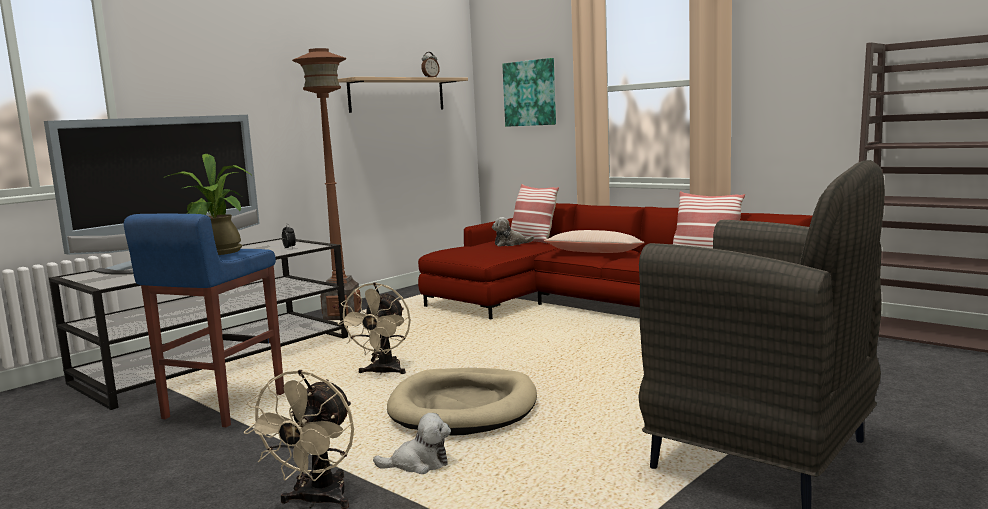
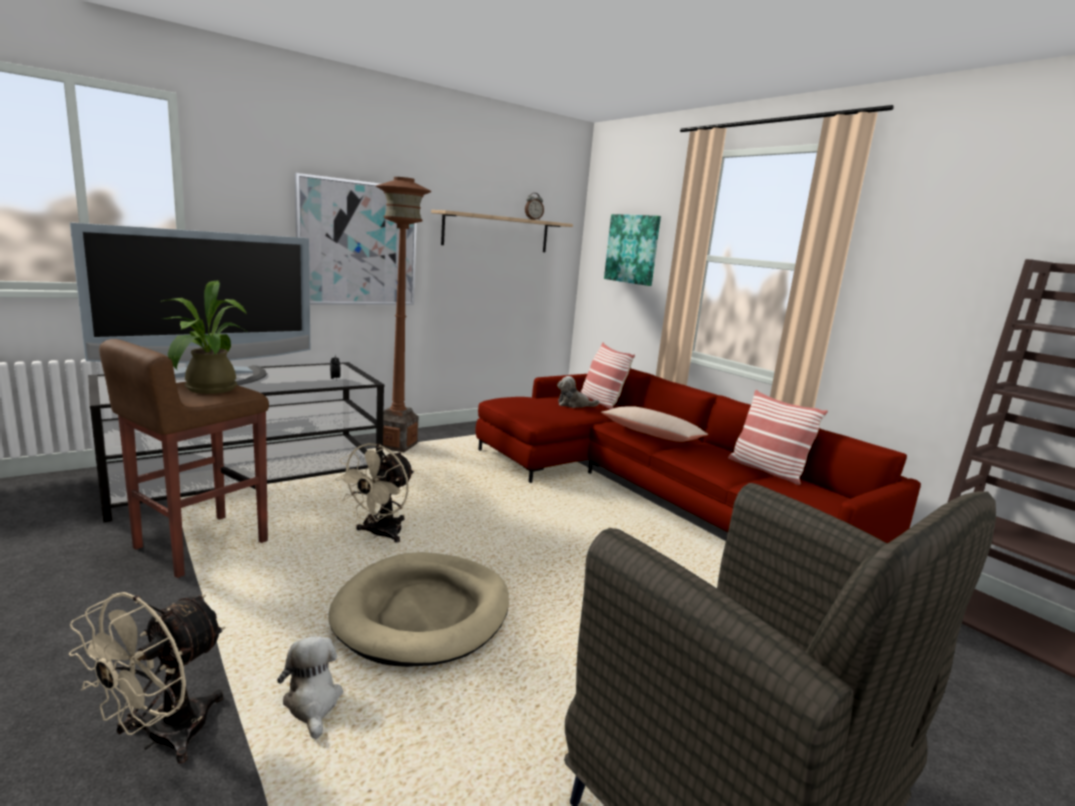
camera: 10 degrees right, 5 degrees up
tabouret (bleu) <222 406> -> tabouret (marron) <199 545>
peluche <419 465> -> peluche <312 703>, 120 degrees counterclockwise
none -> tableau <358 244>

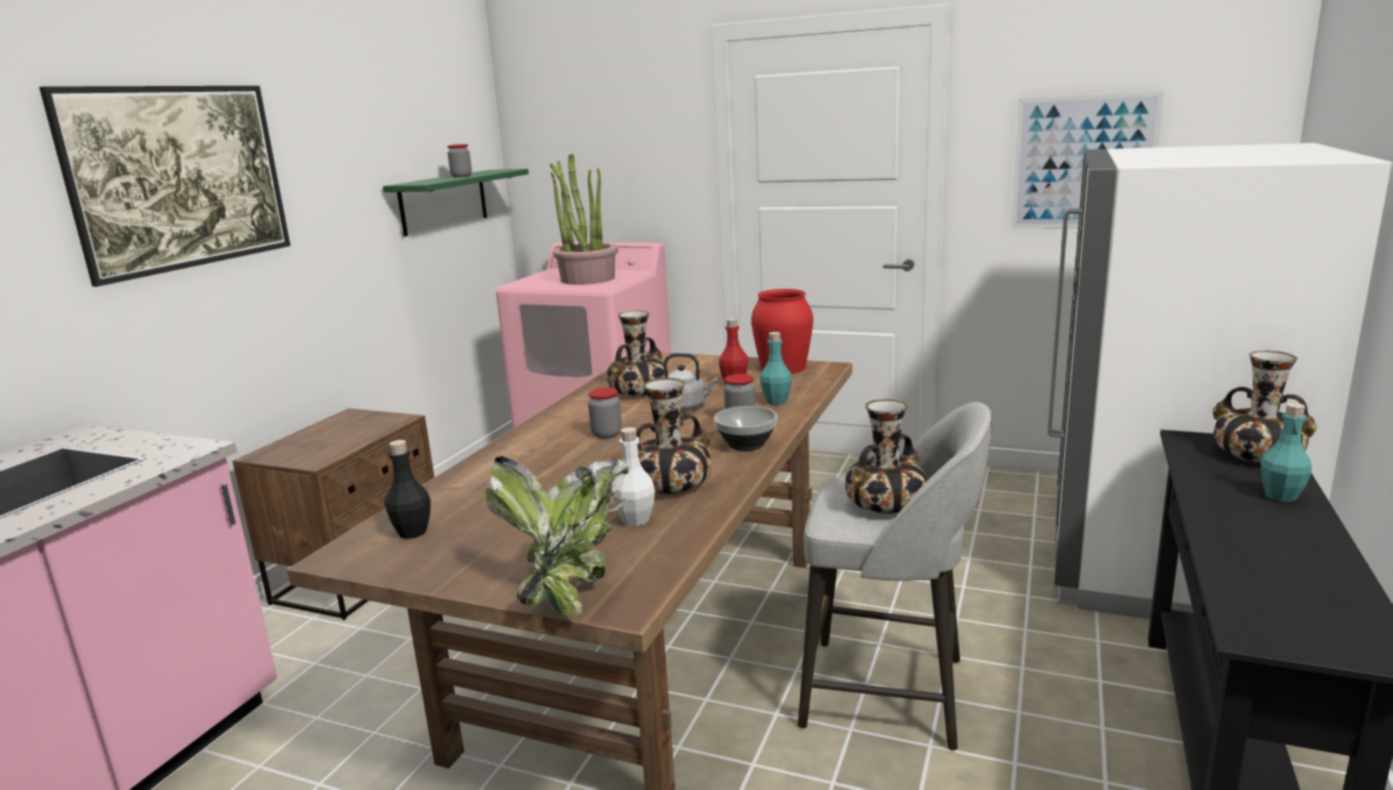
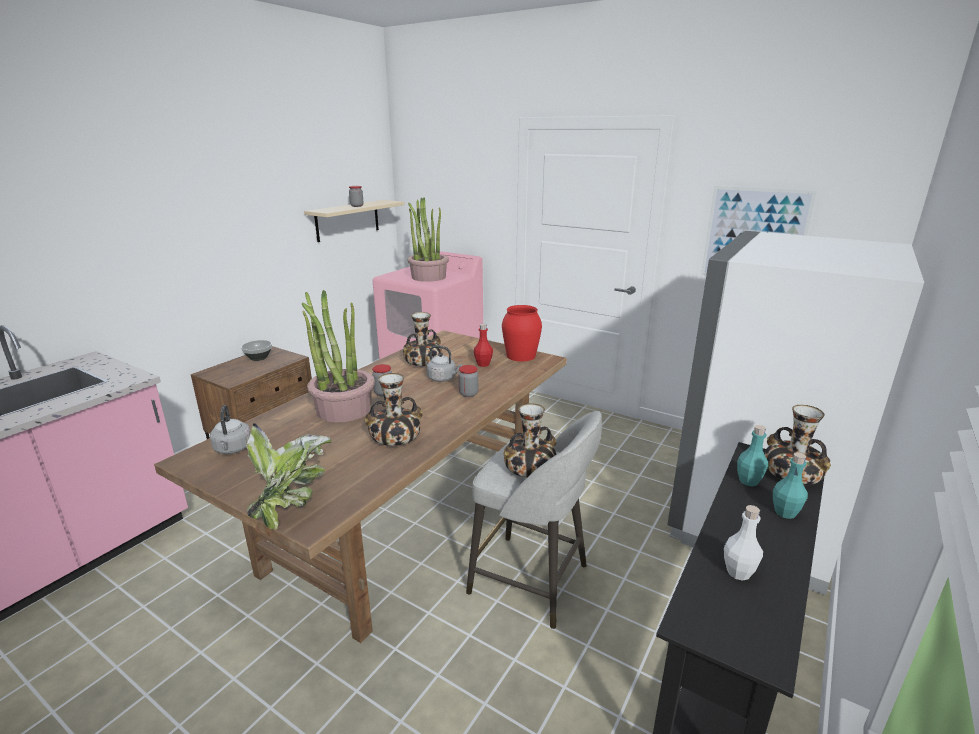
camera: 10 degrees right, 5 degrees up
tableau <190 221> -> none
étagère (vert) <444 202> -> étagère (beige) <347 220>
bouteille (noir) <412 532> -> bouilloire (gris) <233 449>
bouteille (blanc) <635 520> -> bouteille (blanc) <738 572>, relocated
bol <747 444> -> bol <259 358>, relocated
bouteille (turquoise) <776 401> -> bouteille (turquoise) <748 481>, relocated
none -> plante en pot <343 409>

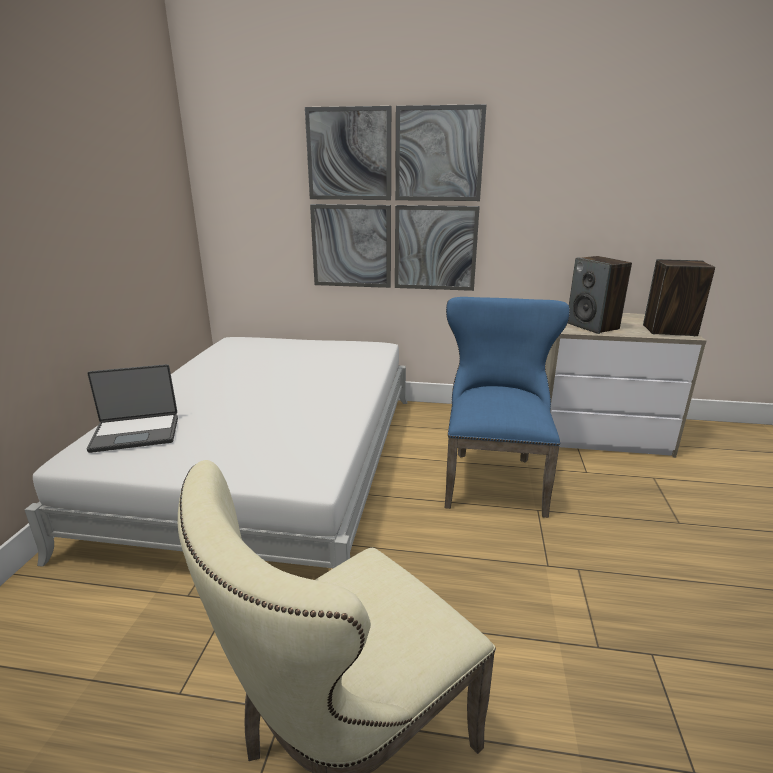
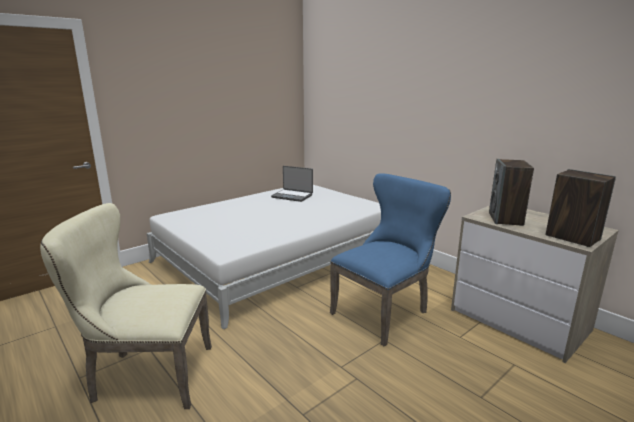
camera: 40 degrees right, 5 degrees down
ordinateur portable <136 433> -> ordinateur portable <292 196>, relocated
tableau <393 202> -> none

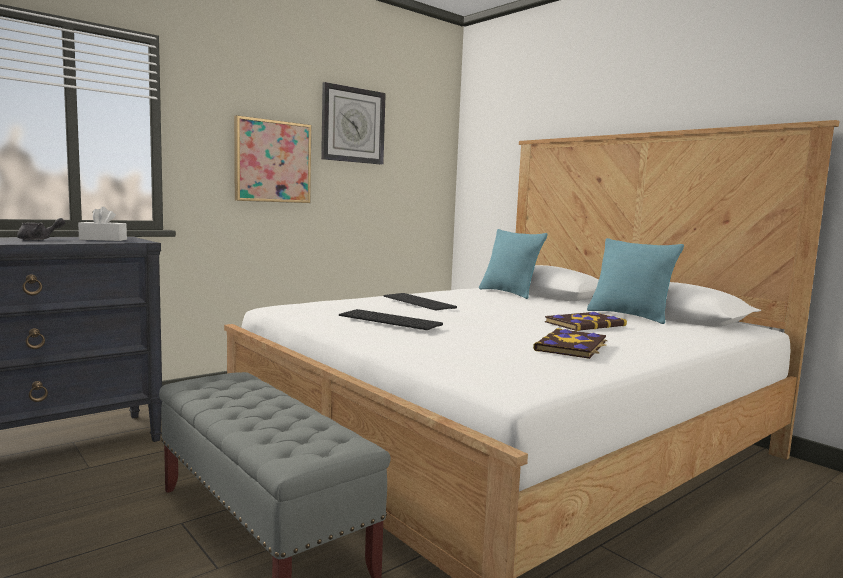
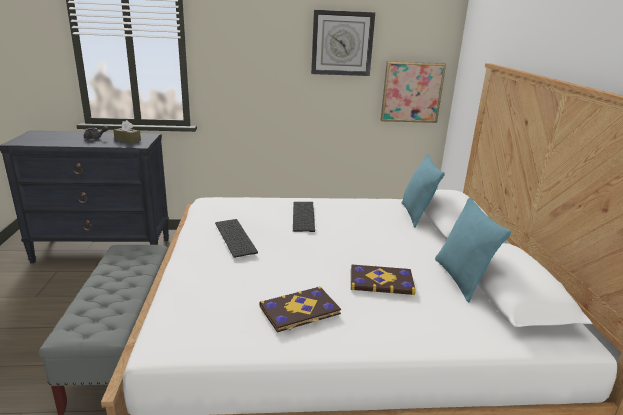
camera: 35 degrees right, 15 degrees up
boîte à mouchoirs (blanc) <103 239> -> boîte à mouchoirs (marron) <127 140>
tableau <272 161> -> tableau <411 92>, relocated

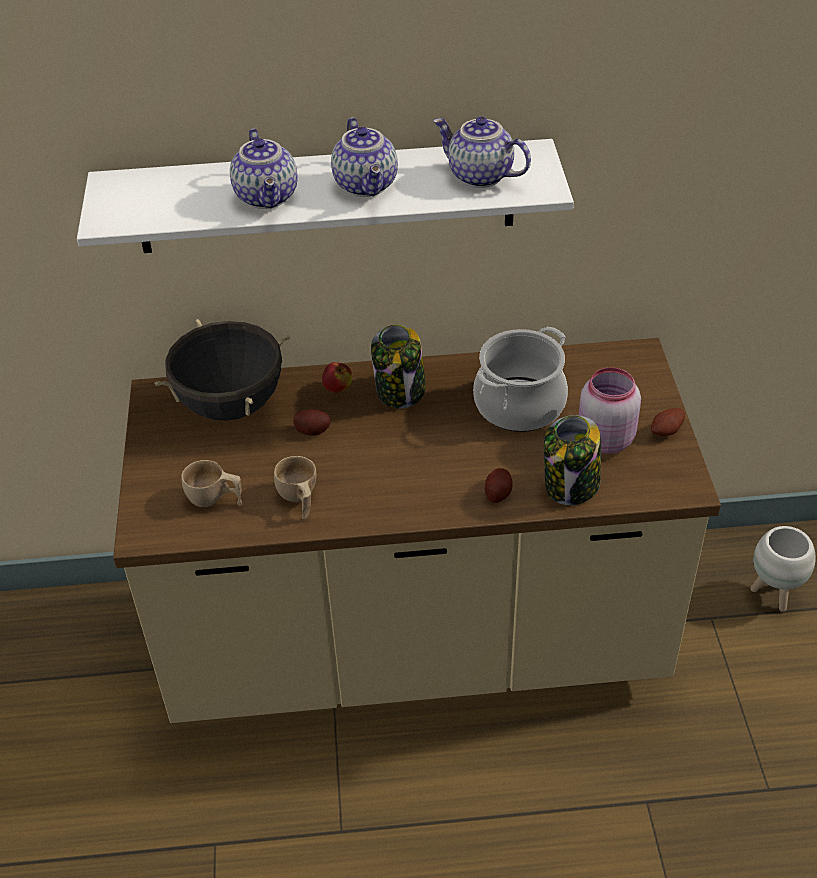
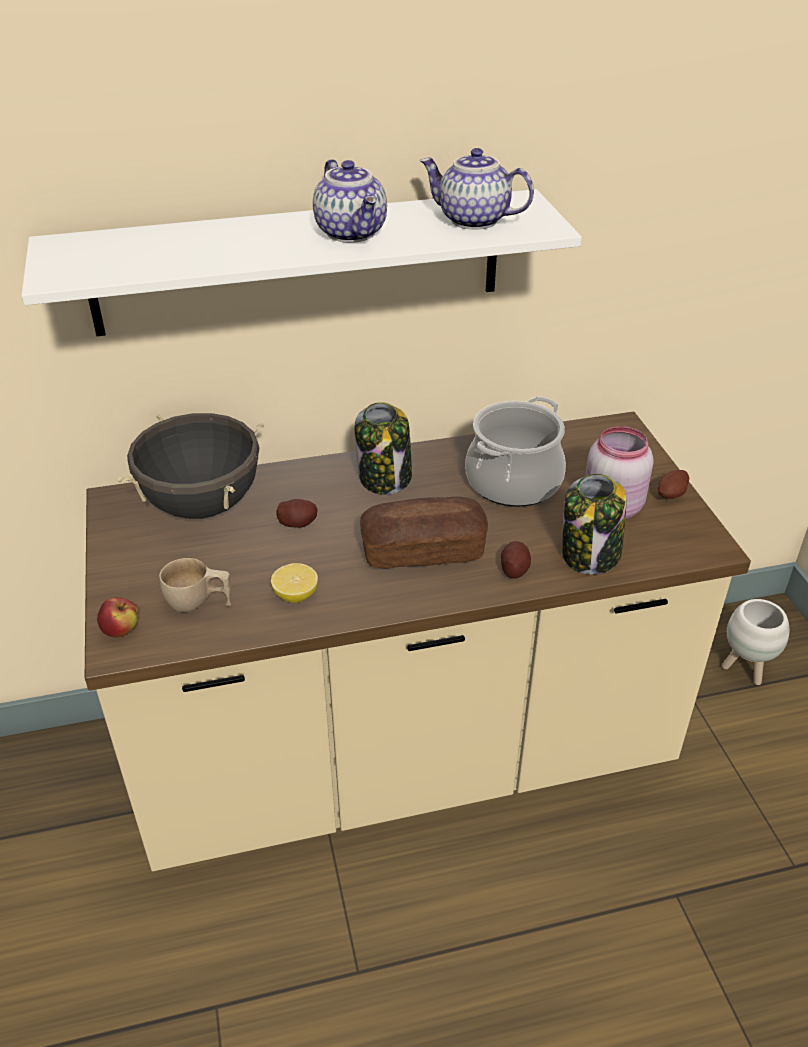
camera: 10 degrees left, 5 degrees down
théière <268 197> -> none
tasse (beige) <299 500> -> citron <295 595>
pomme <338 388> -> pomme <121 631>, relocated
none -> pain <423 551>

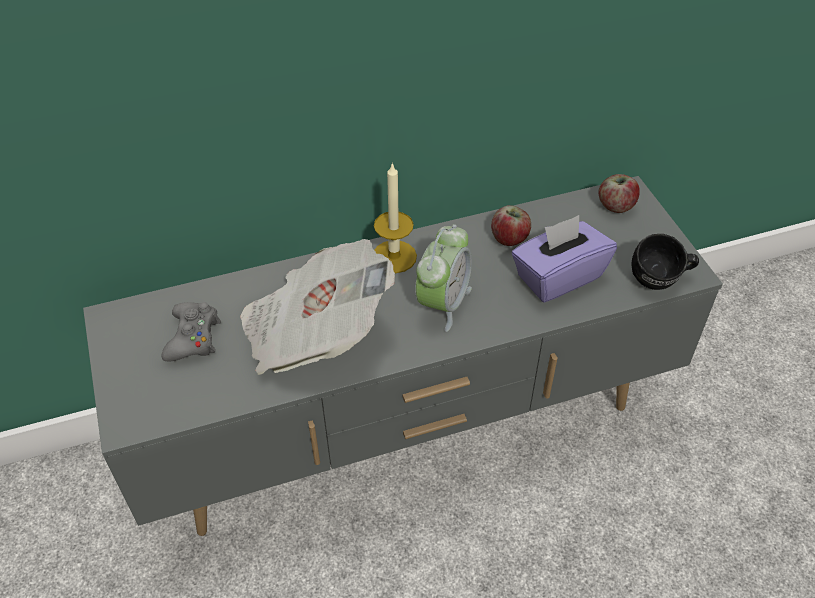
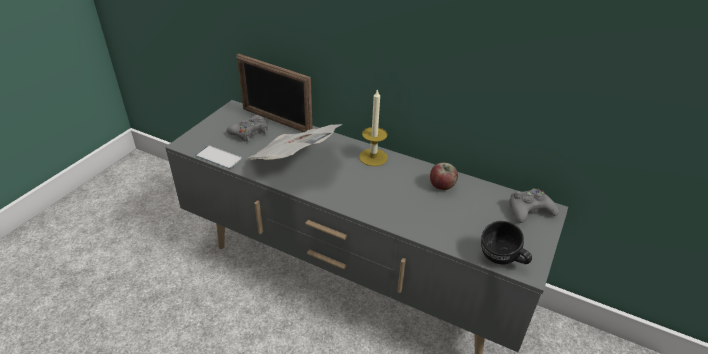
camera: 45 degrees right, 10 degrees down
réveil <443 303> -> none
boîte à mouchoirs (violet) <558 276> -> none
pomme <616 206> -> manette (gris) <529 210>
none -> téléphone <219 157>
none -> cadre photo <276 121>

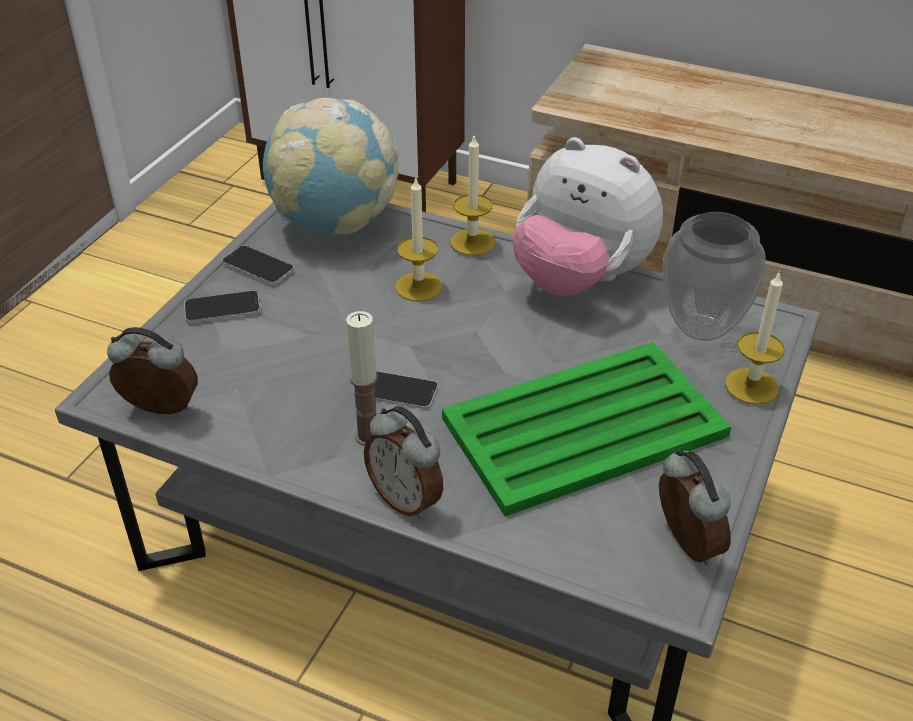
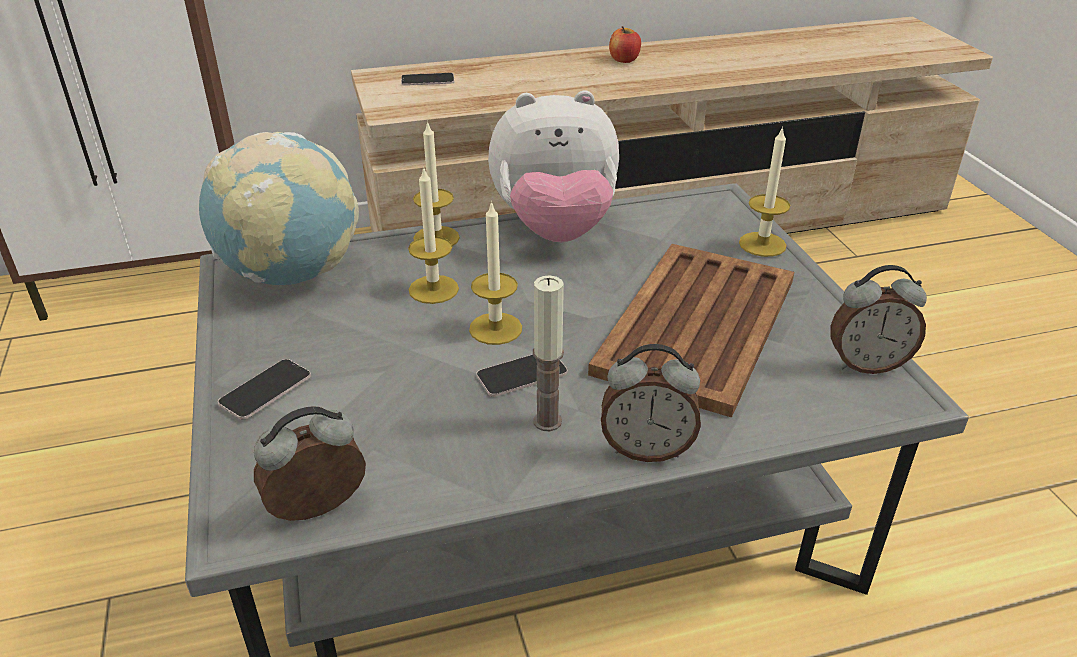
camera: 40 degrees left, 5 degrees down
téléphone <258 266> -> téléphone <427 80>, relocated
plateau (vert) <581 428> -> plateau (marron) <695 326>
réveil <684 545> -> réveil <866 364>, 150 degrees clockwise
vase <703 328> -> none
none -> bougie <495 328>
none -> pomme <624 60>

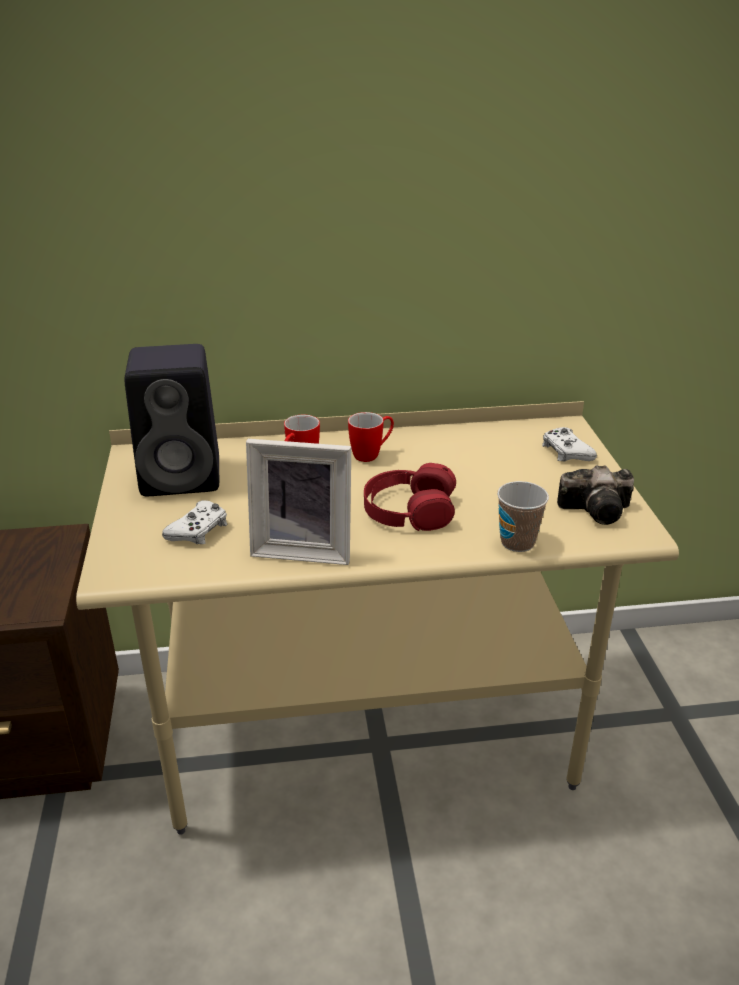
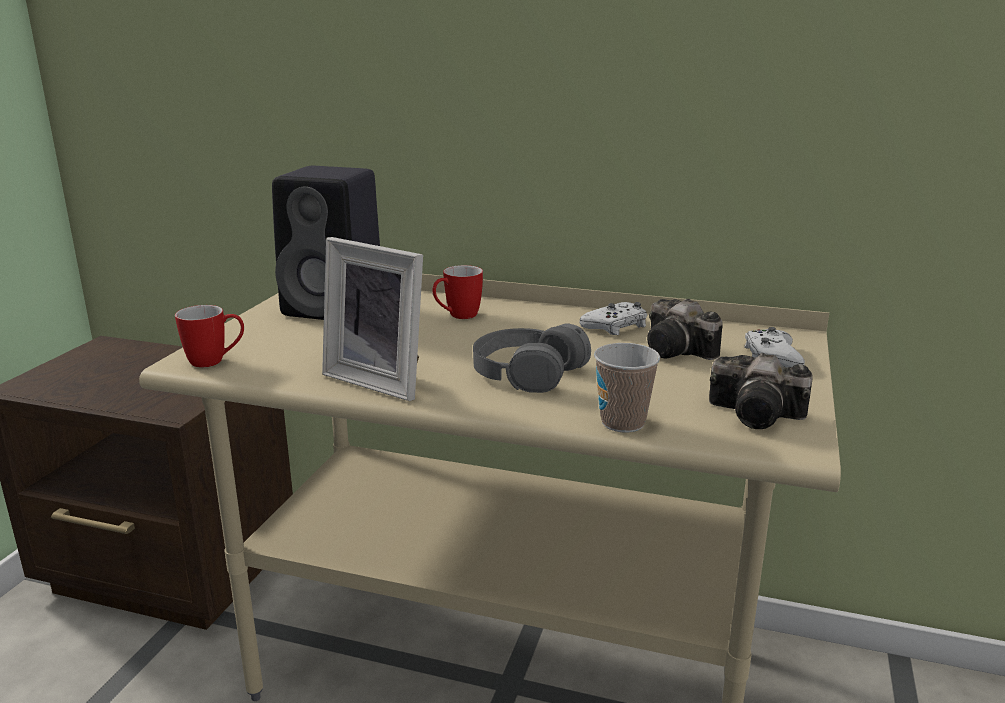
camera: 25 degrees right, 10 degrees down
manette (blanc) <199 530> -> manette (blanc) <616 326>, relocated
mug <372 454> -> mug <215 361>, relocated
casque audio (rouge) <409 510> -> casque audio (gris) <527 371>
none -> appareil photo <679 351>

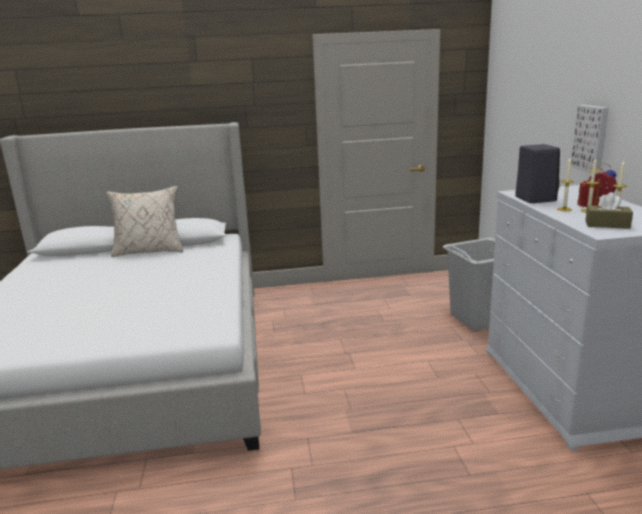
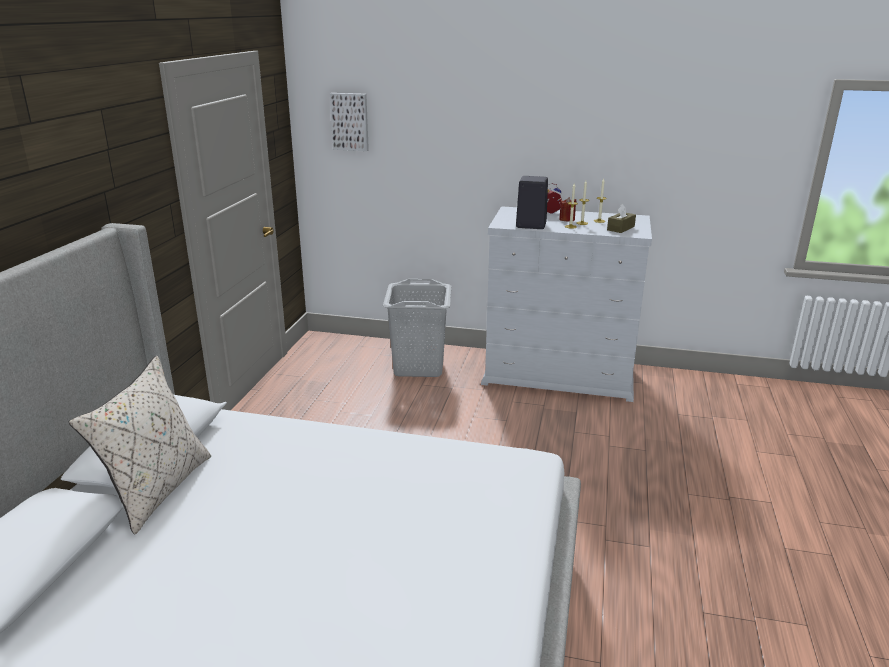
camera: 70 degrees left, 5 degrees up
tableau <591 138> -> tableau <350 121>, relocated

